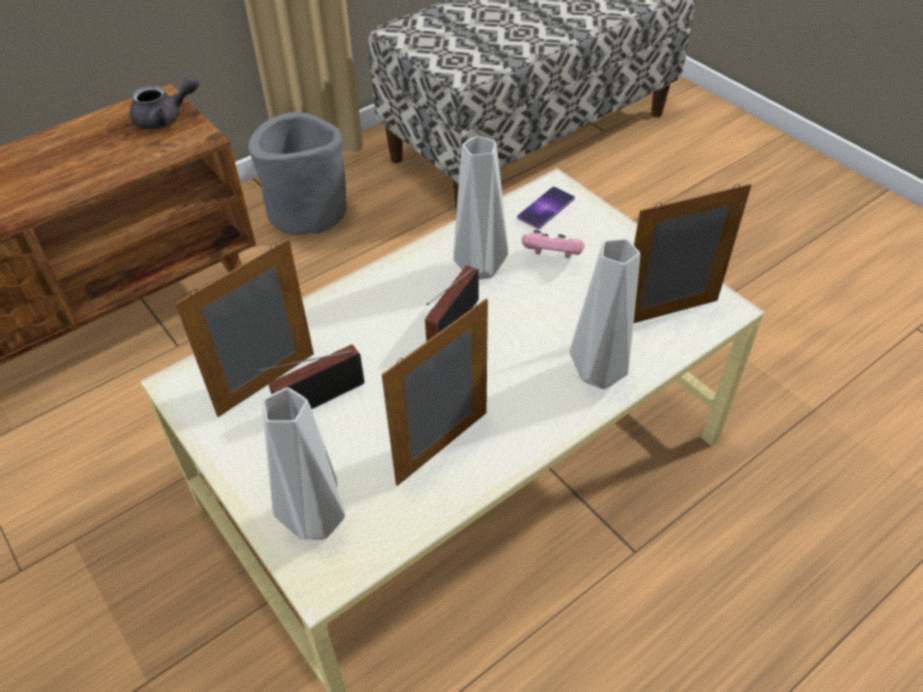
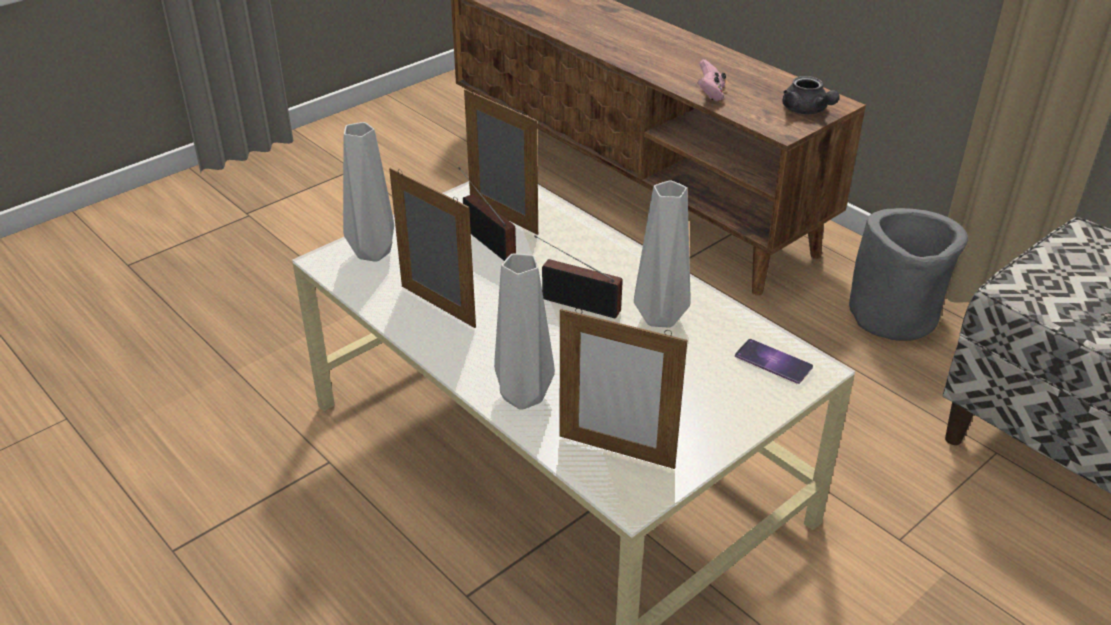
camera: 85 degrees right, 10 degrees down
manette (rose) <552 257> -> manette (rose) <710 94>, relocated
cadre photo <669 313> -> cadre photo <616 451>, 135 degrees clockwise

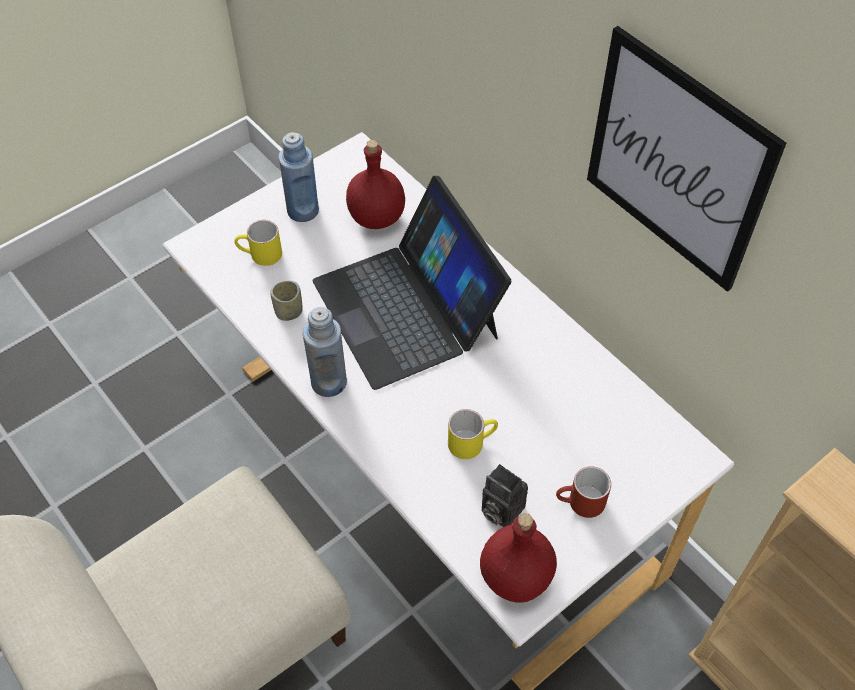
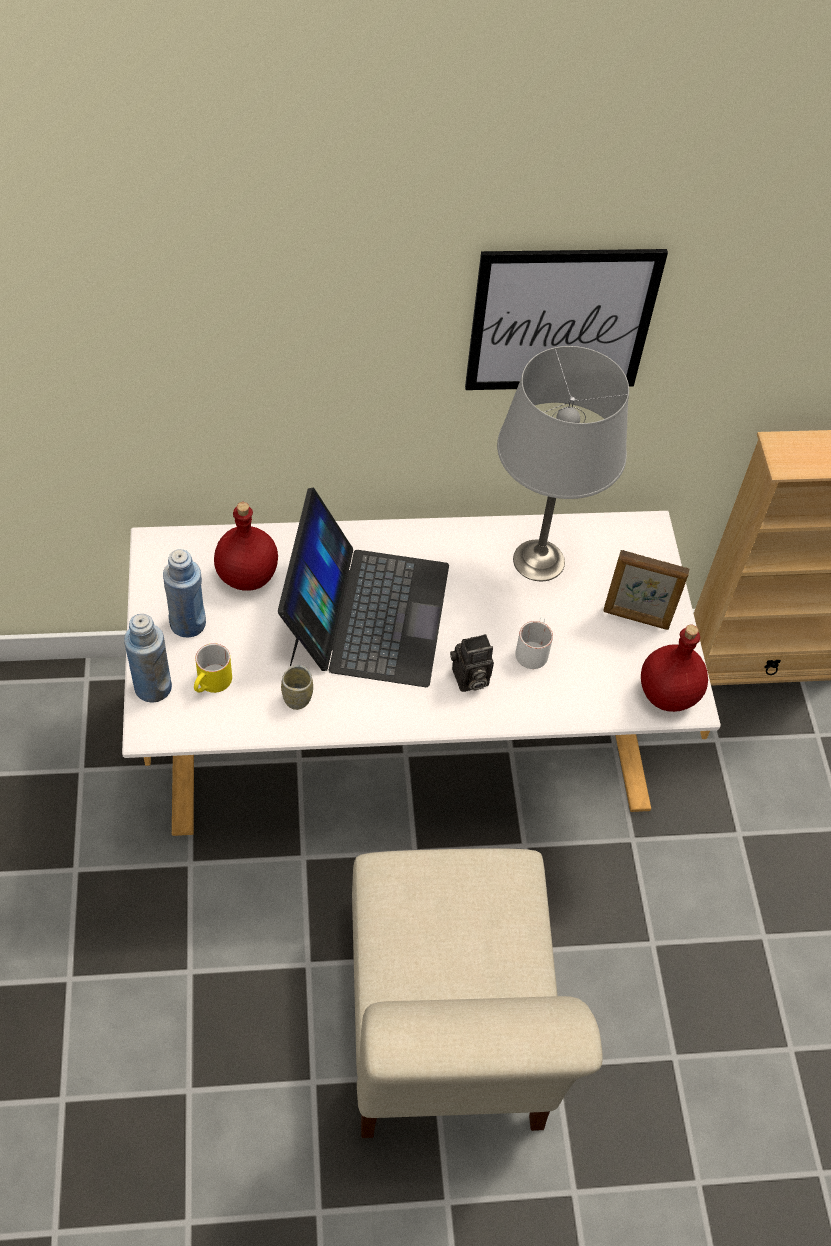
camera: 60 degrees left, 0 degrees up
bouteille (bleu) <329 382> -> bouteille (bleu) <153 687>, relocated
ordinateur portable <407 308> -> ordinateur portable <366 613>, 90 degrees counterclockwise
mug (jaune) <471 441> -> mug (blanc) <532 649>
appareil photo <499 510> -> appareil photo <469 679>, relocated
mug (rouge) <580 503> -> cadre photo <636 618>
none -> lampe de table (gris) <537 561>

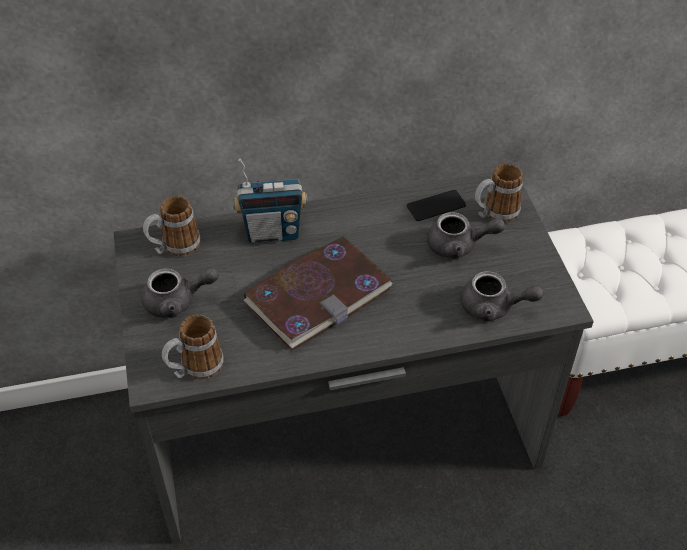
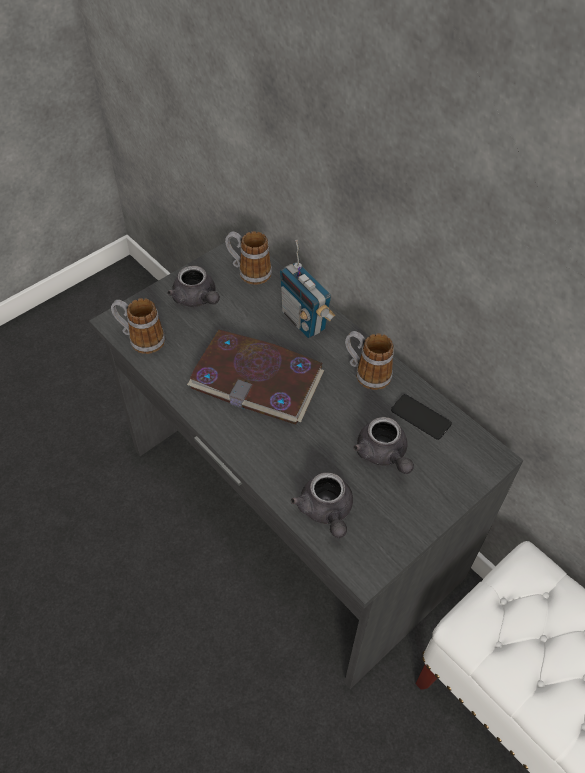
camera: 60 degrees right, 5 degrees up
mug <494 213> -> mug <366 373>, relocated

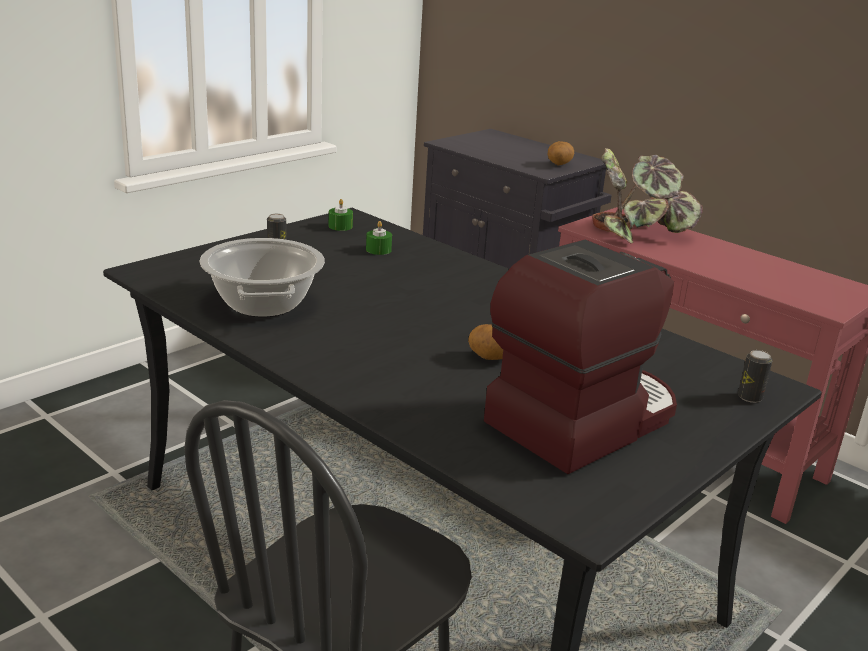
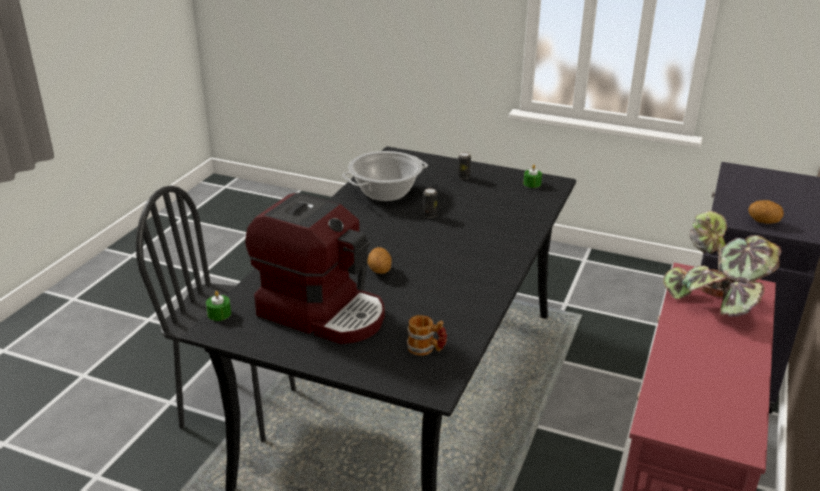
camera: 70 degrees right, 5 degrees up
bougie (vert) <378 250> -> bougie (vert) <219 314>, relocated
boîte métallique <750 397> -> boîte métallique <429 215>, relocated
none -> mug <426 349>

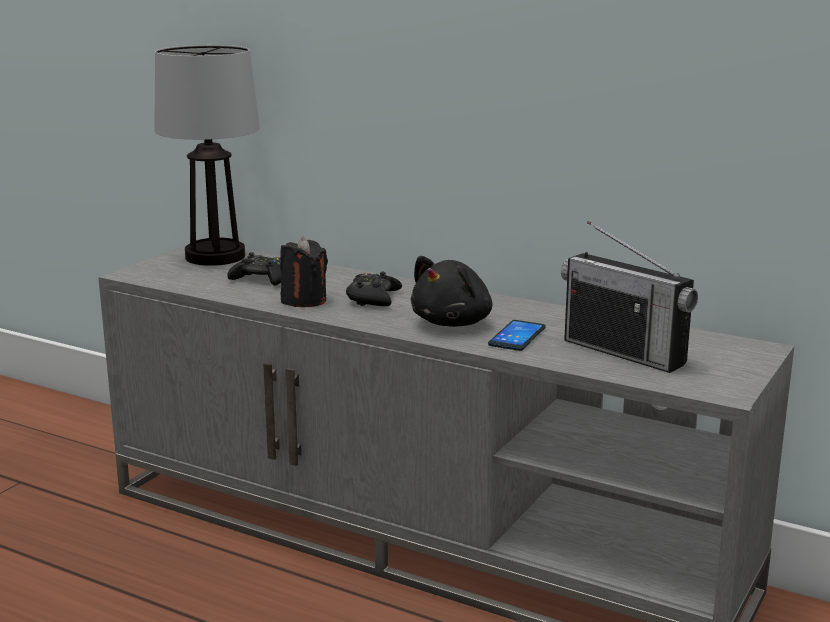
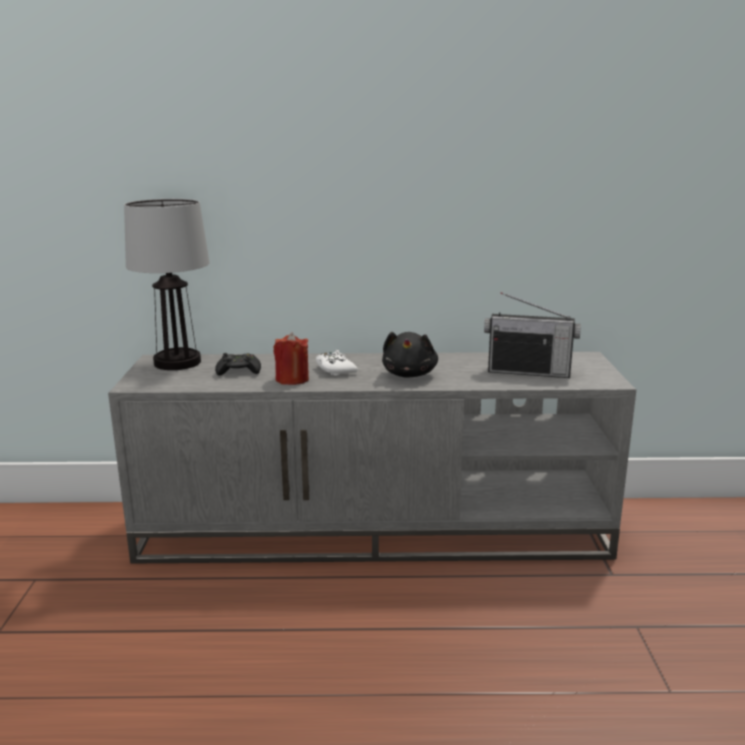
camera: 30 degrees left, 0 degrees up
bougie (noir) <304 300> -> bougie (rouge) <292 379>
manette (noir) <373 298> -> manette (blanc) <335 369>
téléphone <517 336> -> none

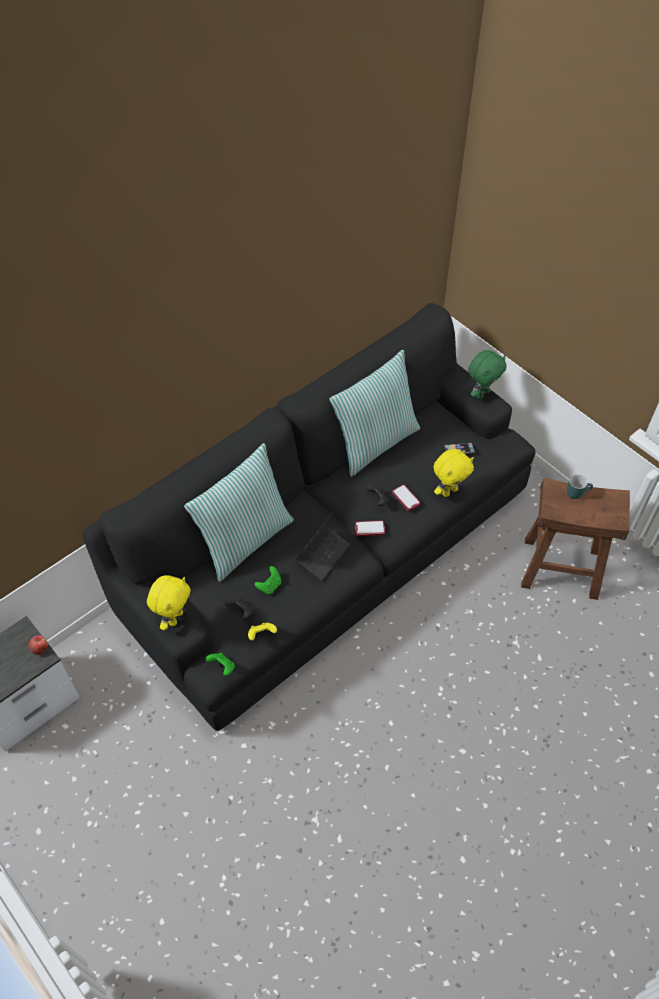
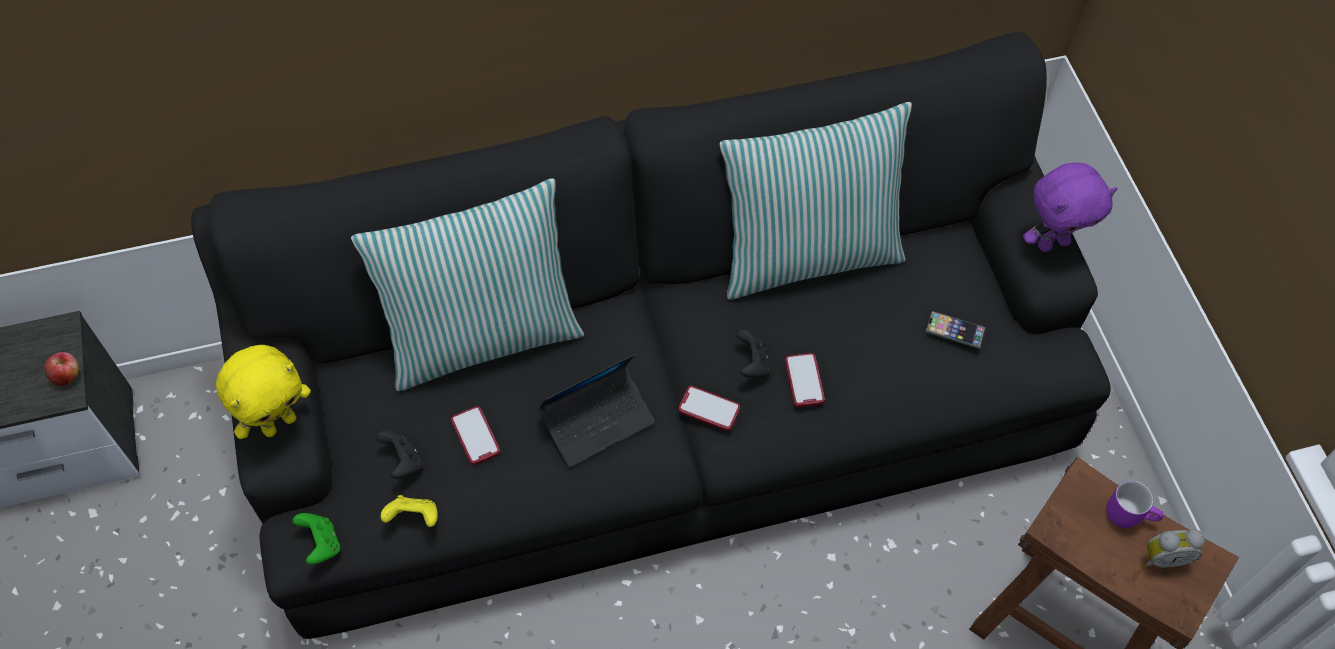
camera: 25 degrees right, 5 degrees up
manette (vert) <269 586> -> téléphone <475 436>
peluche (jaune) <449 491> -> none
peluche (vert) <482 393> -> peluche (violet) <1052 242>
mug (turquoise) <577 492> -> mug (violet) <1129 513>
none -> réveil <1163 557>

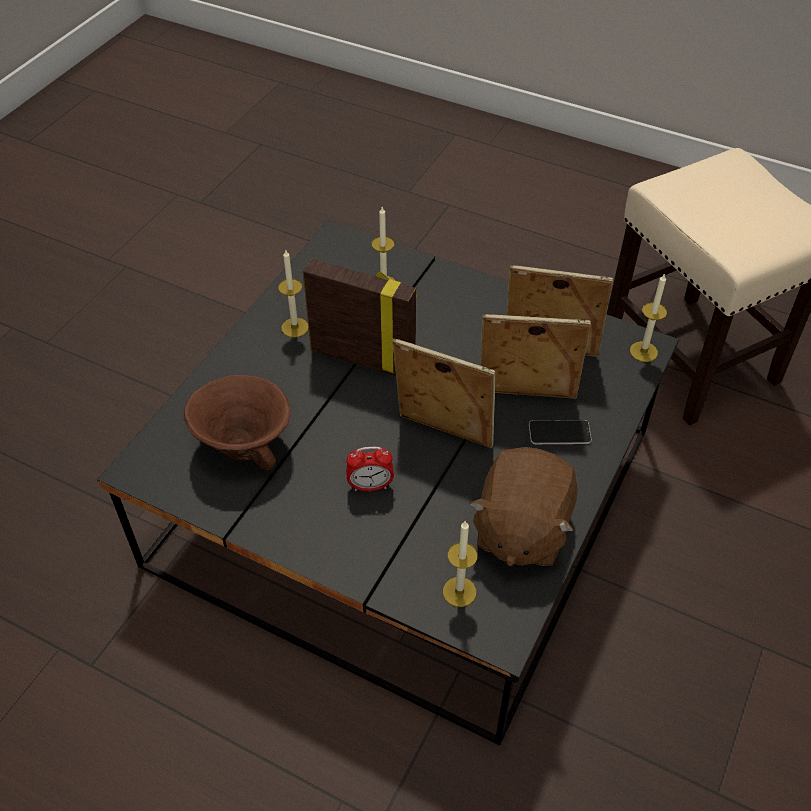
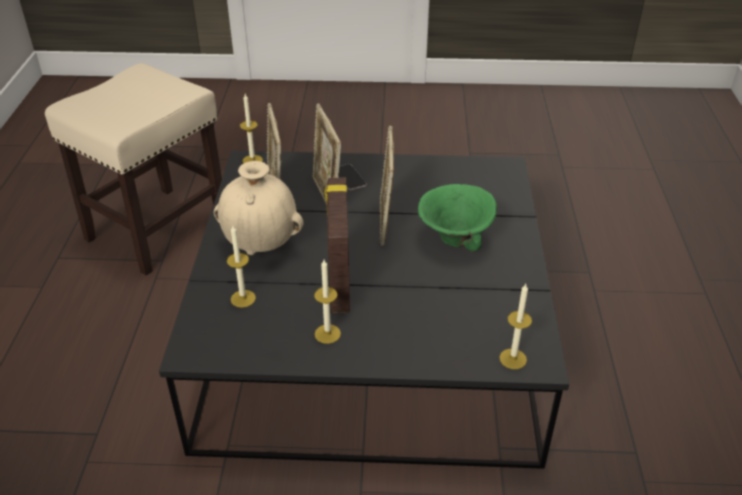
camera: 115 degrees left, 10 degrees down
bol (marron) <245 444> -> none
réveil <370 486> -> bol (vert) <453 240>
bougie <459 592> -> bougie <513 359>, relocated
peluche (marron) <521 529> -> none
none -> vase (beige) <262 246>

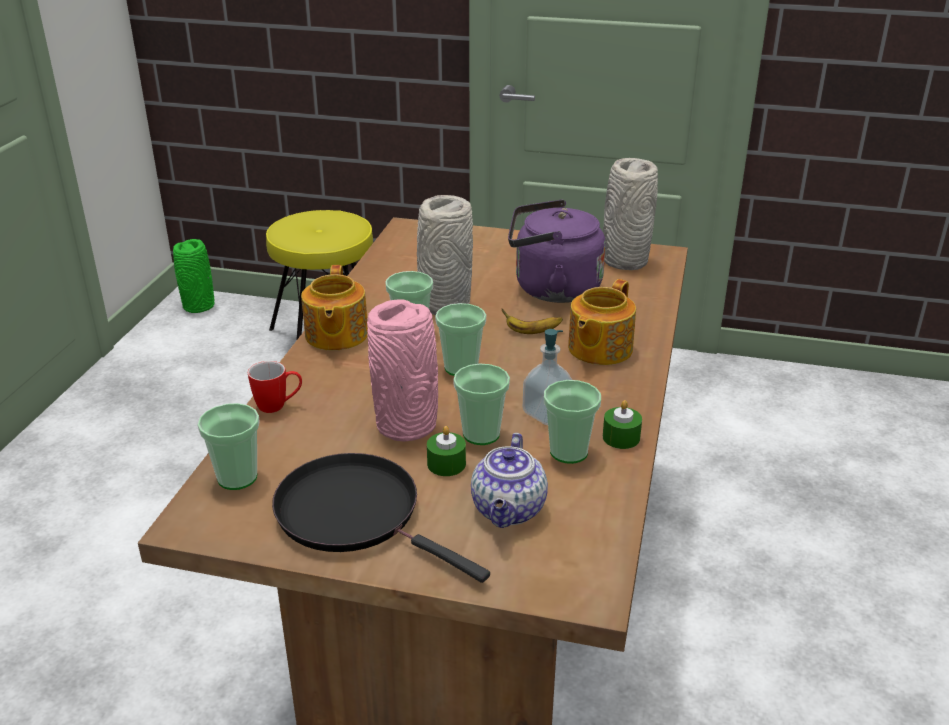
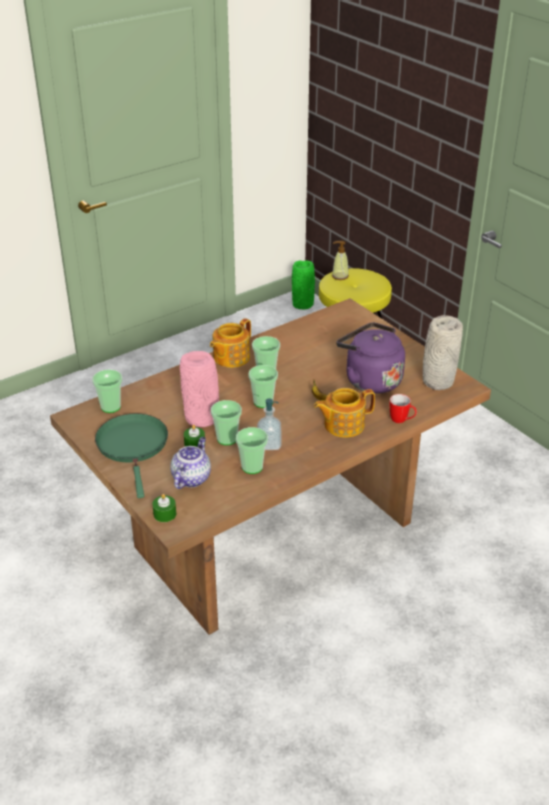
camera: 40 degrees right, 5 degrees up
mug <278 406> -> mug <402 421>, relocated
poêle (noir) <355 514> -> poêle (vert) <133 446>
vase (gris) <443 305> -> none
théière <509 511> -> théière <191 478>, 150 degrees clockwise
bougie (vert) <621 437> -> bougie (vert) <165 514>, relocated
none -> distributeur de savon <340 276>

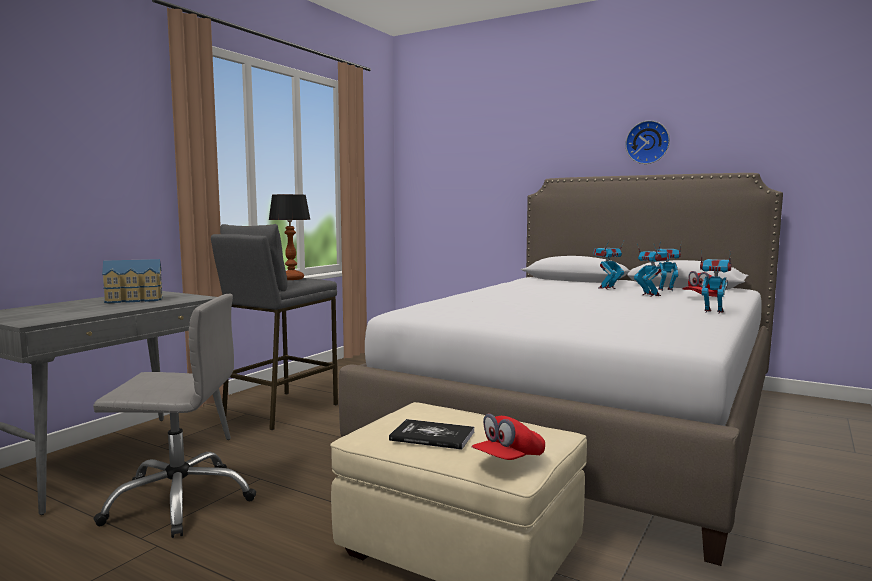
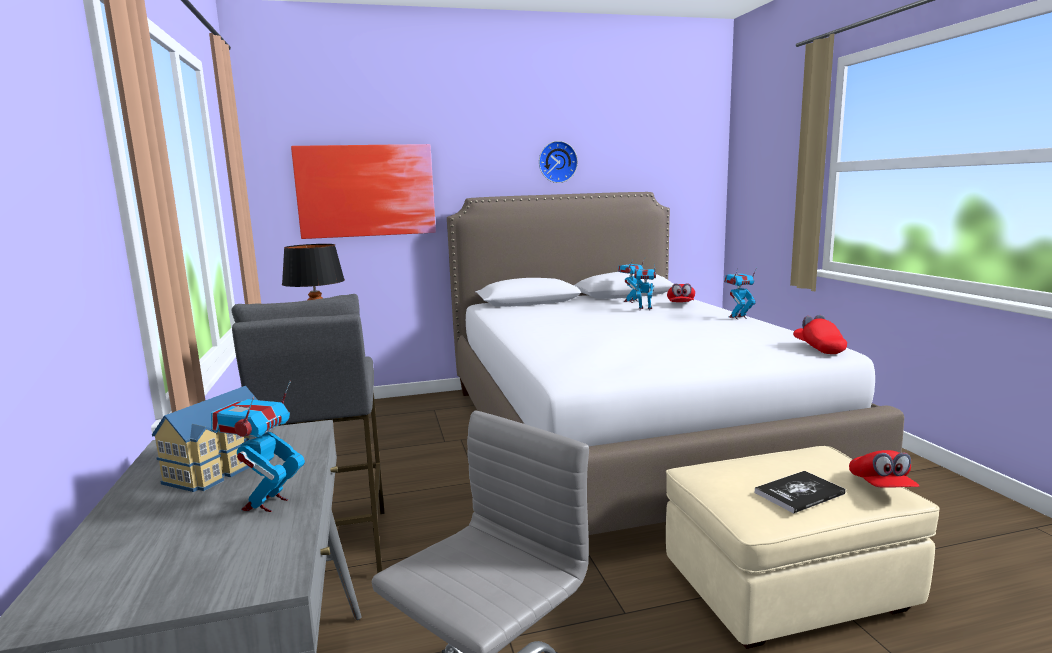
camera: 45 degrees left, 5 degrees up
robot jouet <607 288> -> robot jouet <265 503>, relocated
none -> tableau <366 191>
none -> casquette (rouge) <818 348>

